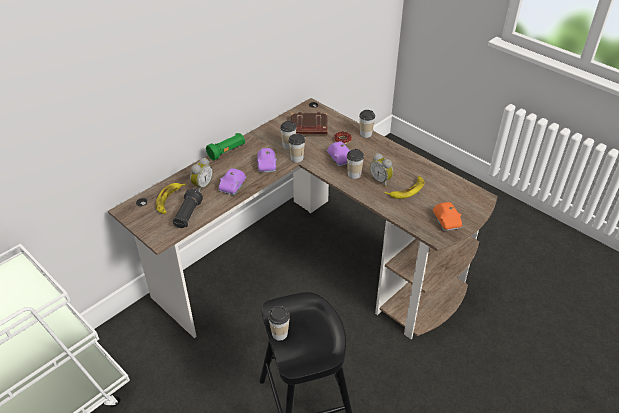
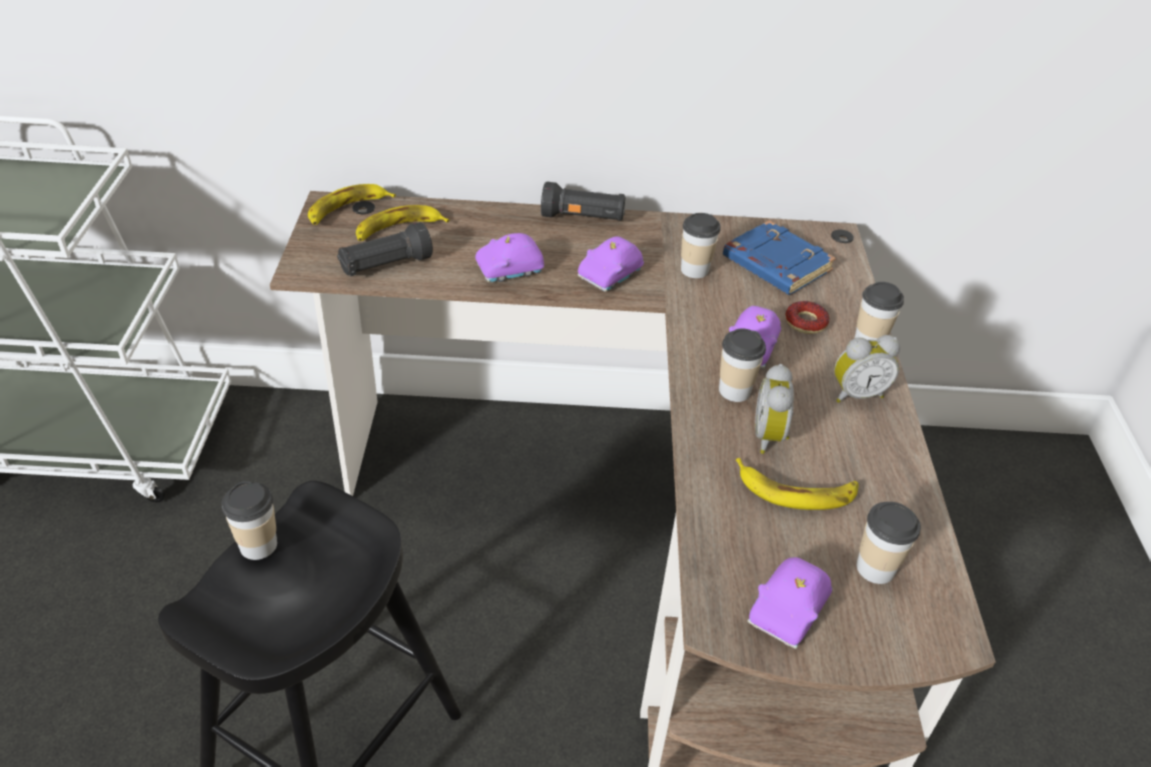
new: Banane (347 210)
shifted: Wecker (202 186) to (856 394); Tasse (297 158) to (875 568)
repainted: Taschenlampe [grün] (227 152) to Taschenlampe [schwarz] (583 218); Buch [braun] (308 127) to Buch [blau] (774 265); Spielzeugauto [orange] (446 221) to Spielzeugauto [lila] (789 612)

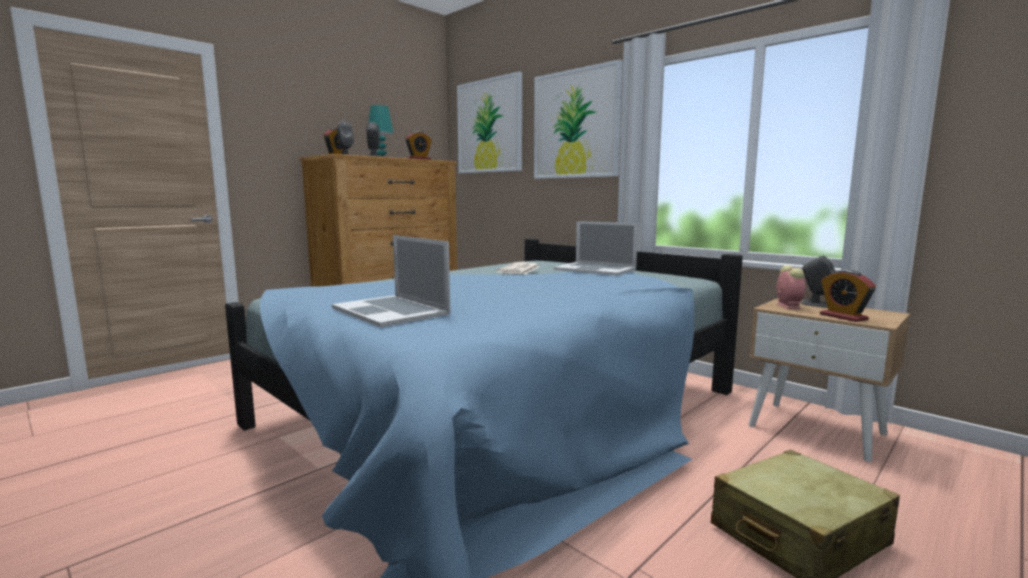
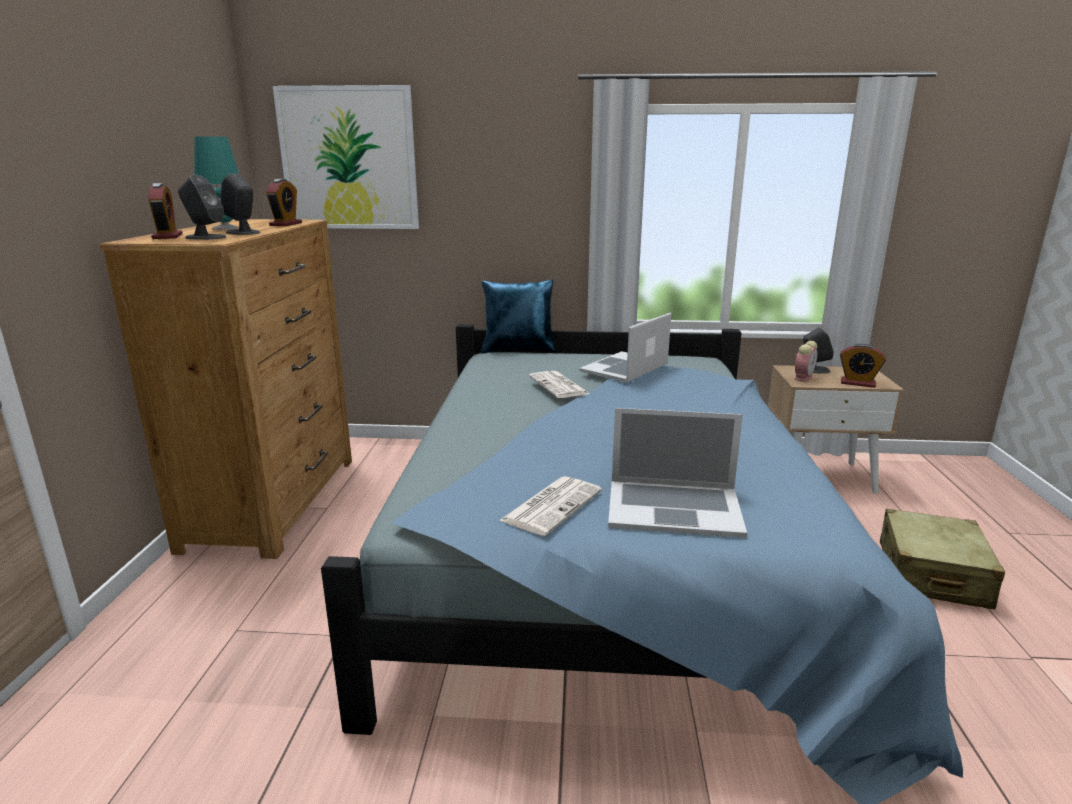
gone: Bild (576 124)
new: Kissen [blau] (519 350); Zeitung (552 505)
rotated: Laptop (595 269) = (625 367) 135 degrees clockwise; Wecker (787 306) = (803 377) 75 degrees clockwise

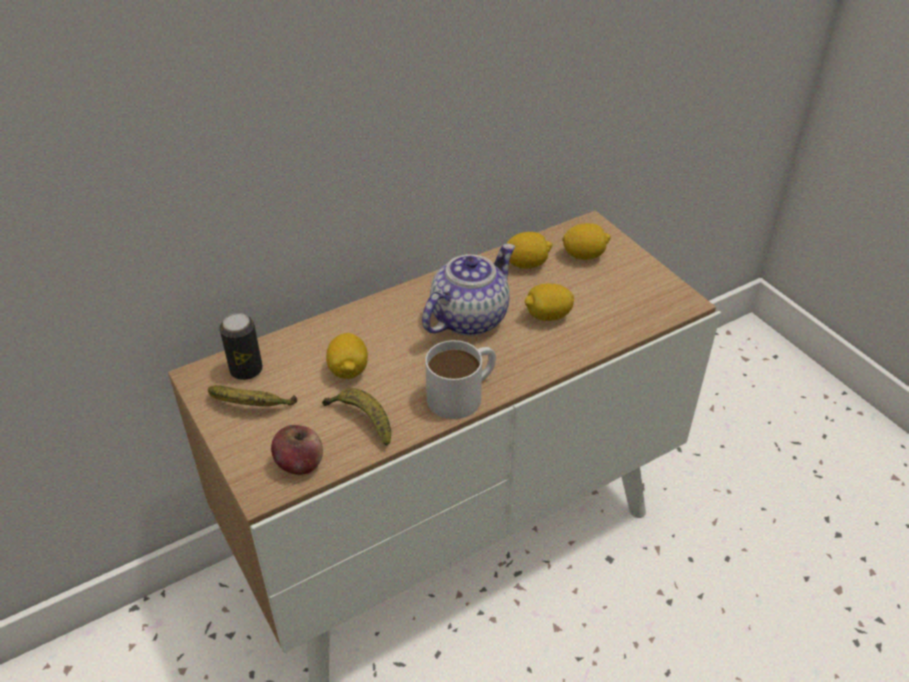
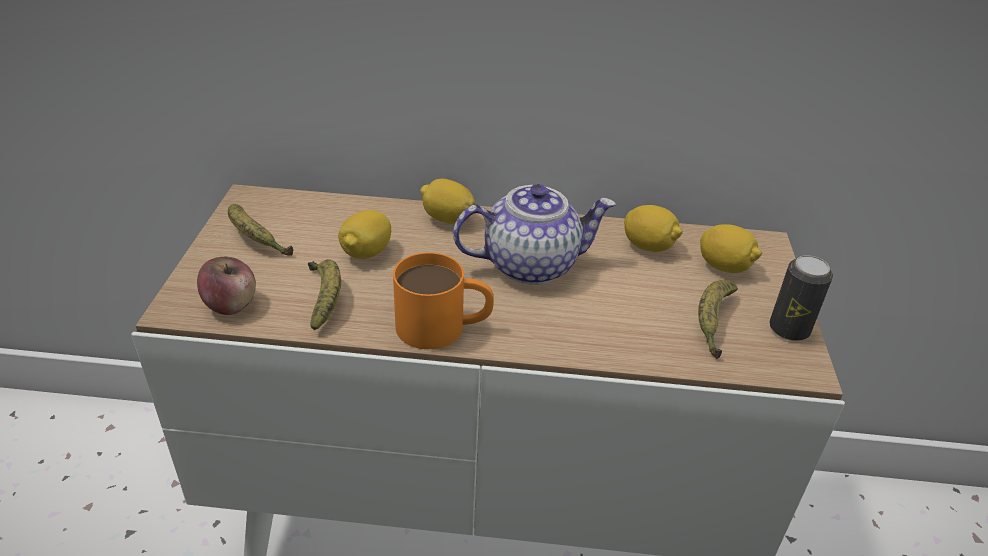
new: Banane (712 323)
shifted: Zitrone (547 316) to (447 219); Dose (246 370) to (789 329)
repainted: Henkelbecher [weiß] (463 393) to Henkelbecher [orange] (444 326)

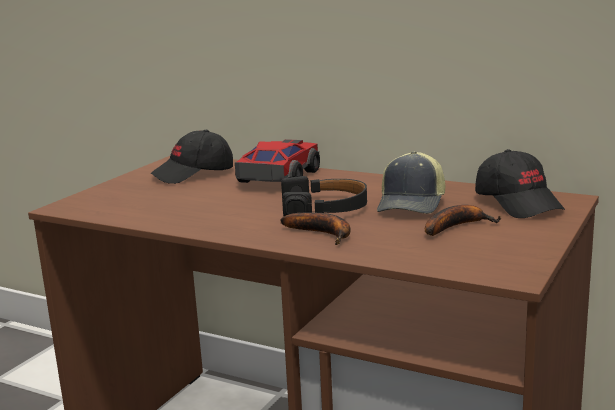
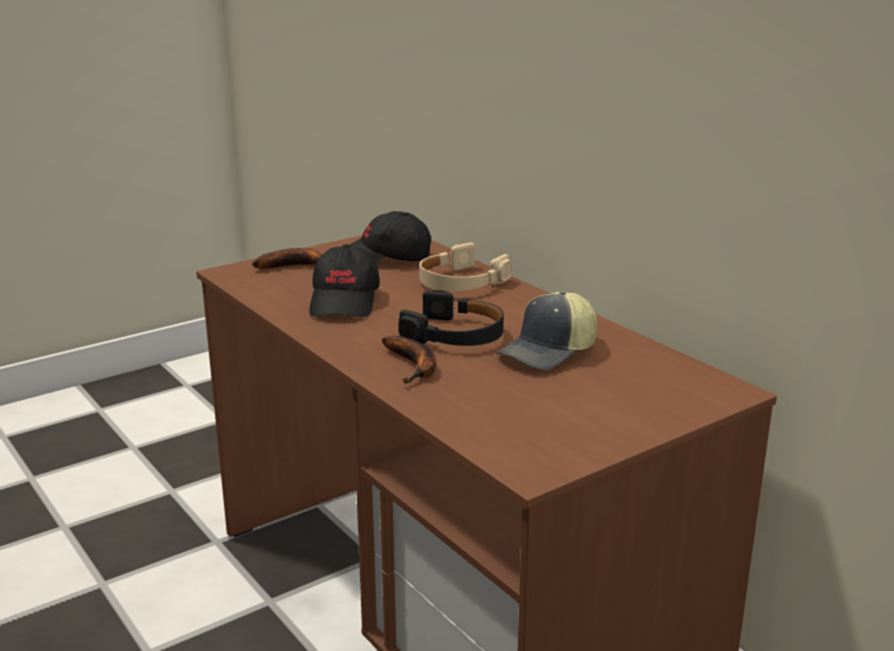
shifted: Banane (456 226) to (295 266); Kappe [schwarz] (519 203) to (345 301)
swapped: Spielzeugauto (278 177) to Kopfhörer [beige] (460 282)

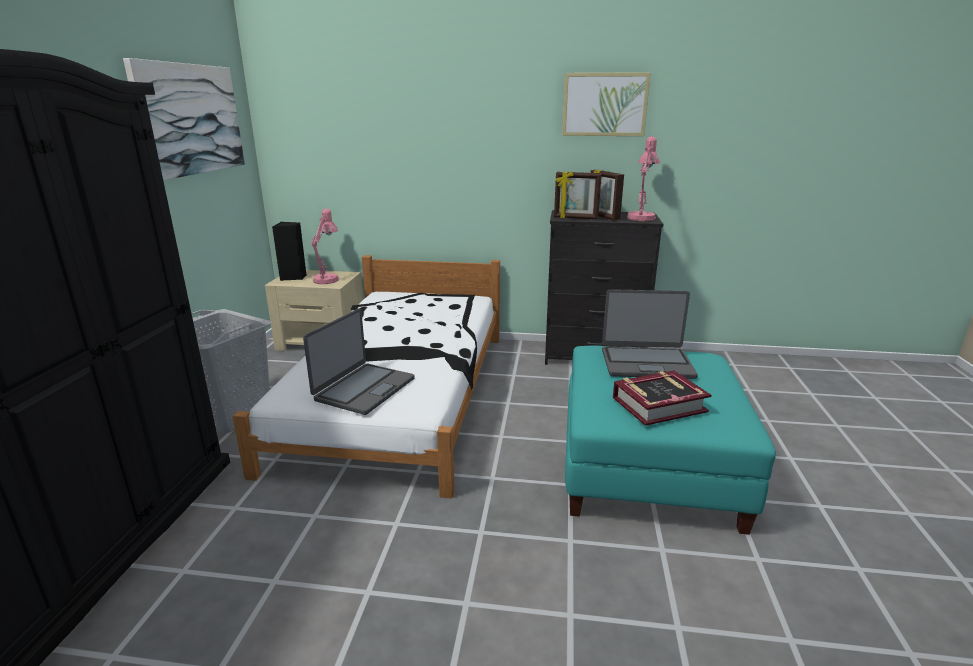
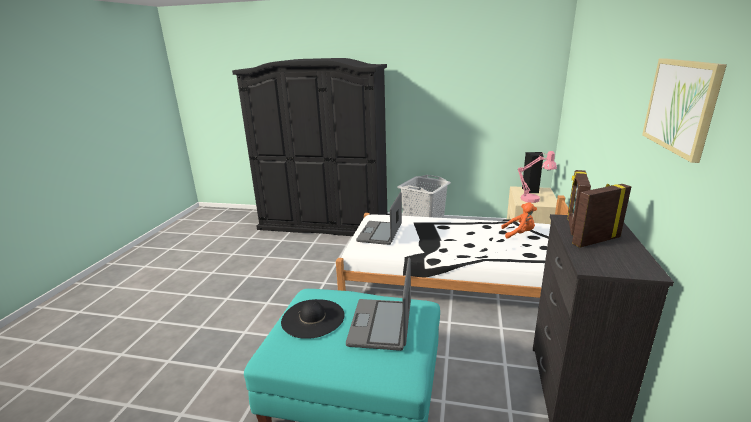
gone: Bild (190 119); Tischlampe [rosa] (641 217)
new: Plüschtier [orange] (519 234)
swapped: Buch (658 404) to Hut [schwarz] (313 318)
rotated: Laptop (364 389) = (380 233) 75 degrees clockwise

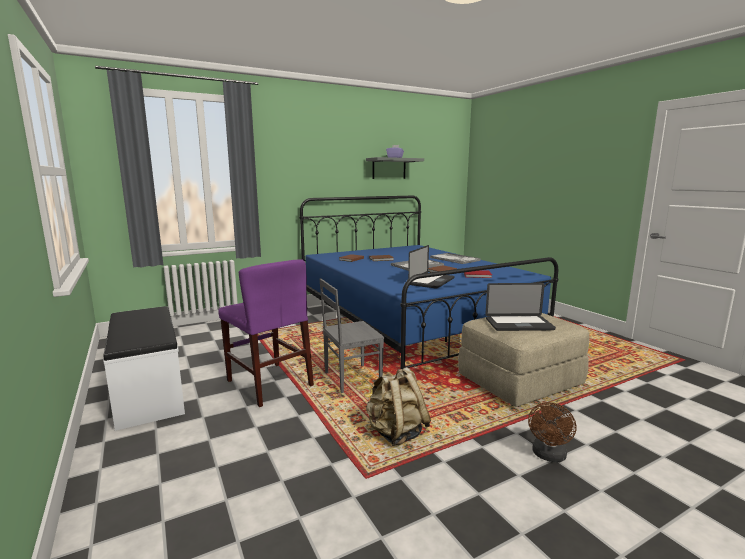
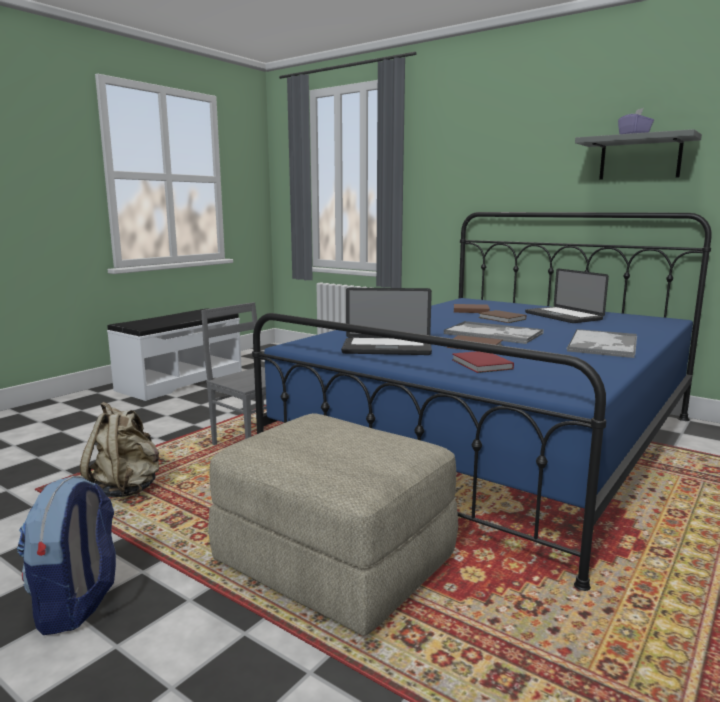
gone: Stuhl [lila] (269 383)
shifted: Laptop (519 324) to (563 316)
swapped: Ventilator [braun] (548 456) to Rucksack (77 604)

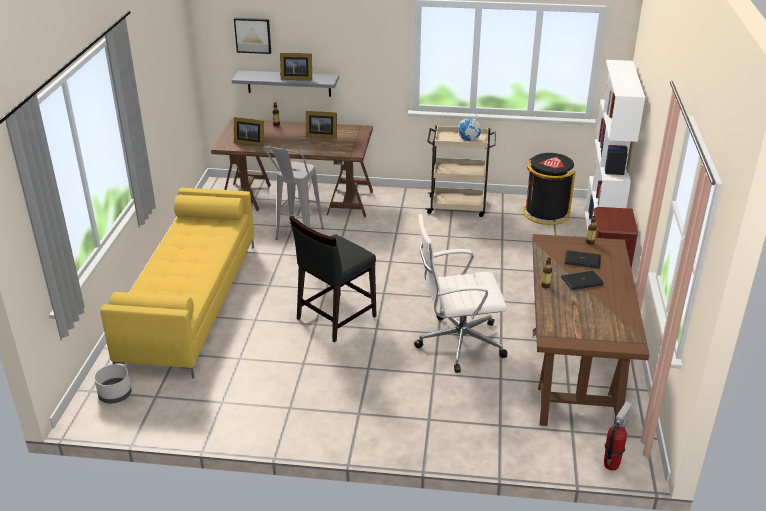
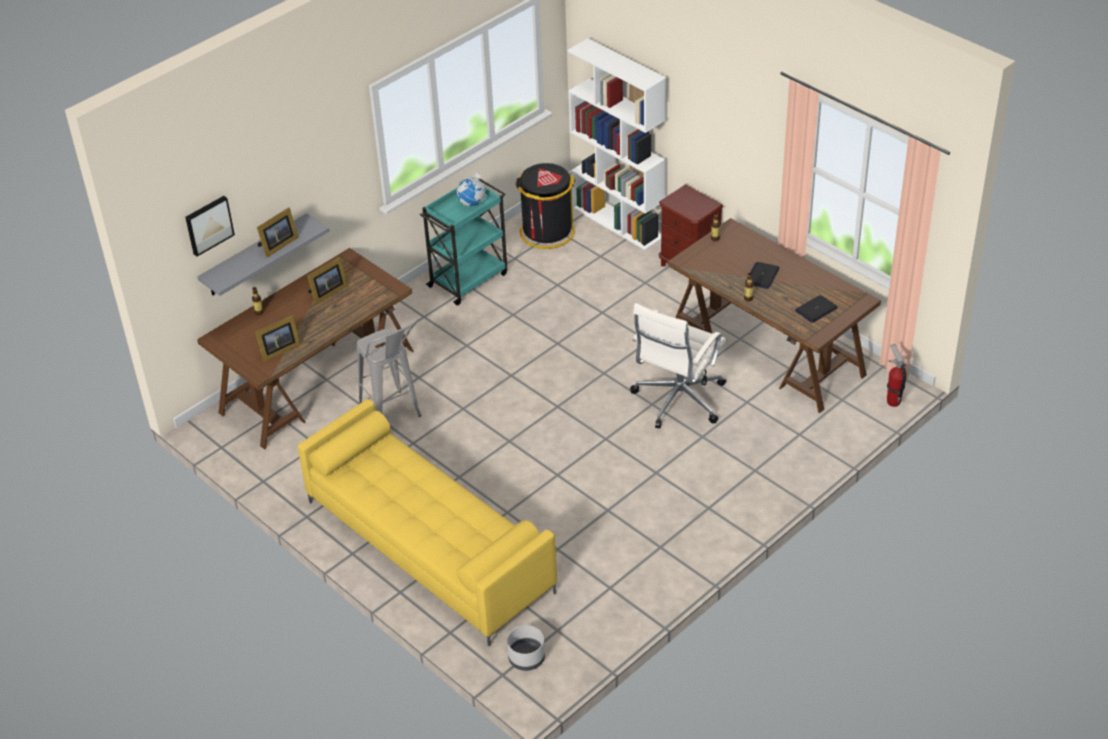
gone: Stuhl [schwarz] (335 317)
shifted: Laptop (582 260) to (816 309)
repainted: Rollwagen [beige] (458 206) to Rollwagen [türkis] (469 279)

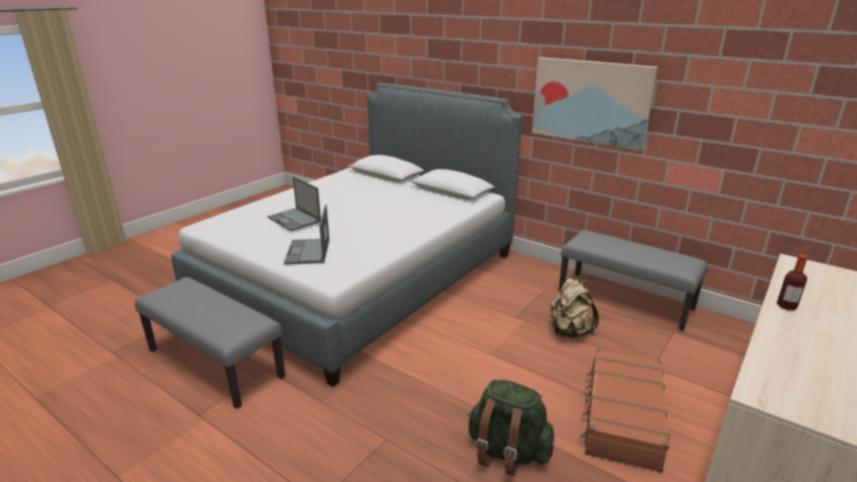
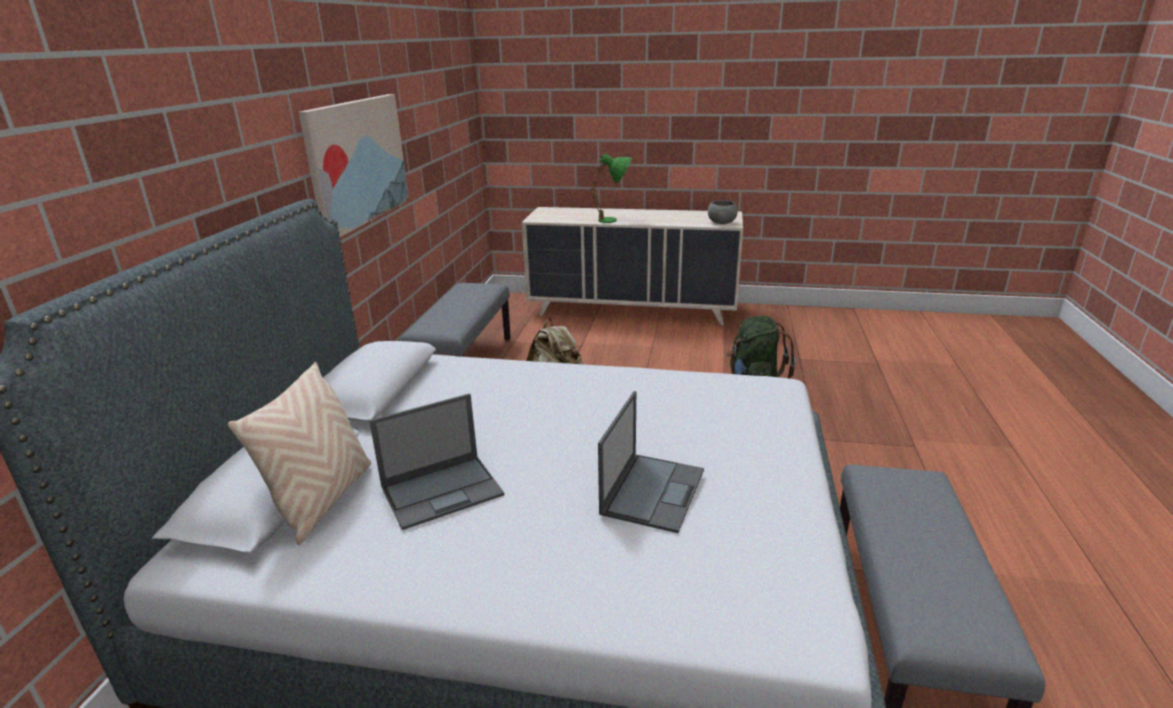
gone: Koffer [braun] (622 417)
new: Kissen [beige] (323 500); Schüssel [grau] (721 223)
shifted: Laptop (308 252) to (443 490)
swapped: Flasche (786 306) to Tischlampe [grün] (614 220)

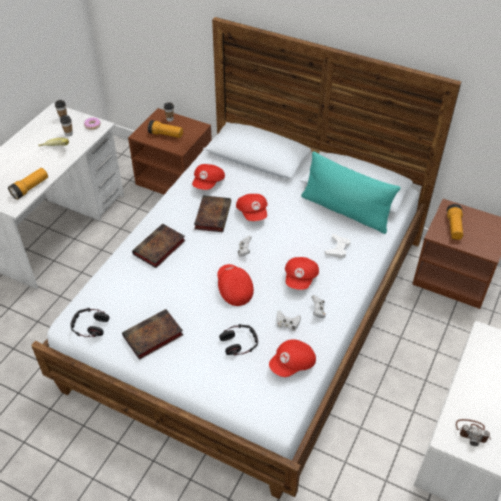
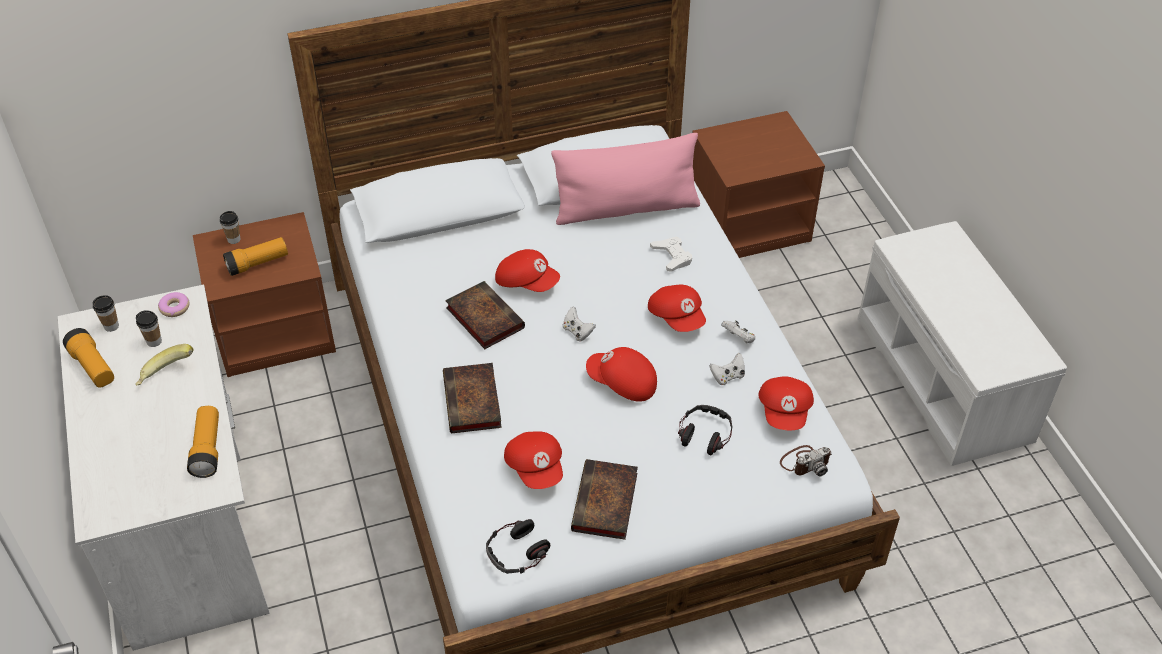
shifted: Taschenlampe (454 227) to (93 367); Kappe [rot] (208 183) to (536 468); Kamera (472 432) to (805 462)
repainted: Kissen [türkis] (345 211) to Kissen [rosa] (626 209)

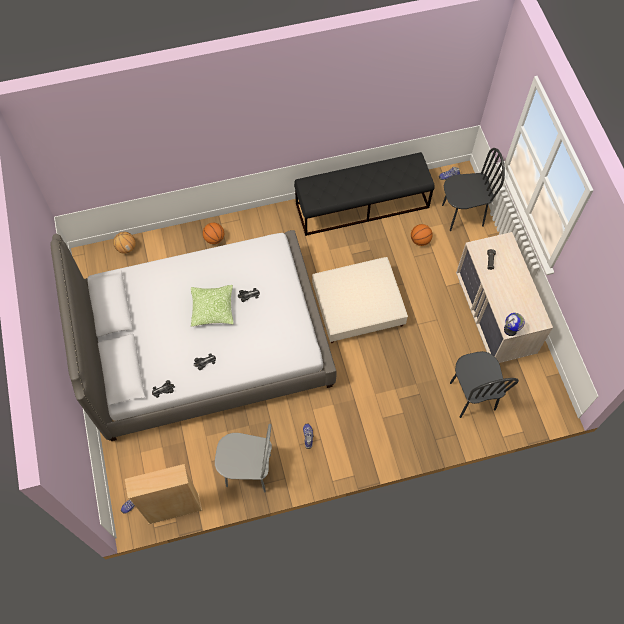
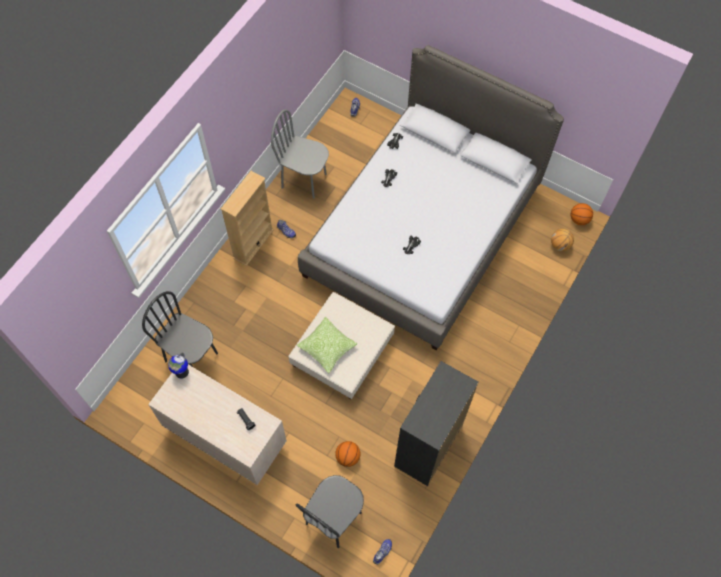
shifted: Bücherregal [beige] (174 509) to (253 244); Kissen (212 309) to (327 347); Basketball (214 239) to (579 219)
swapped: Bank [schwarz] (362 205) to Kommode [schwarz] (427 446)
rotated: Stuhl [grau] (248 471) = (304 180) 60 degrees clockwise

